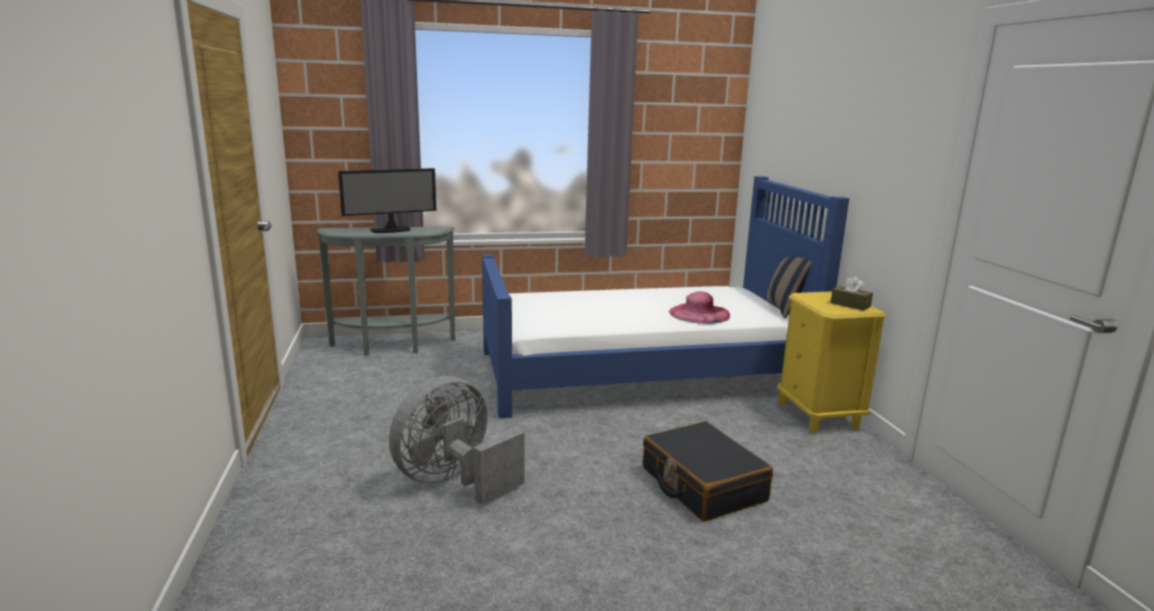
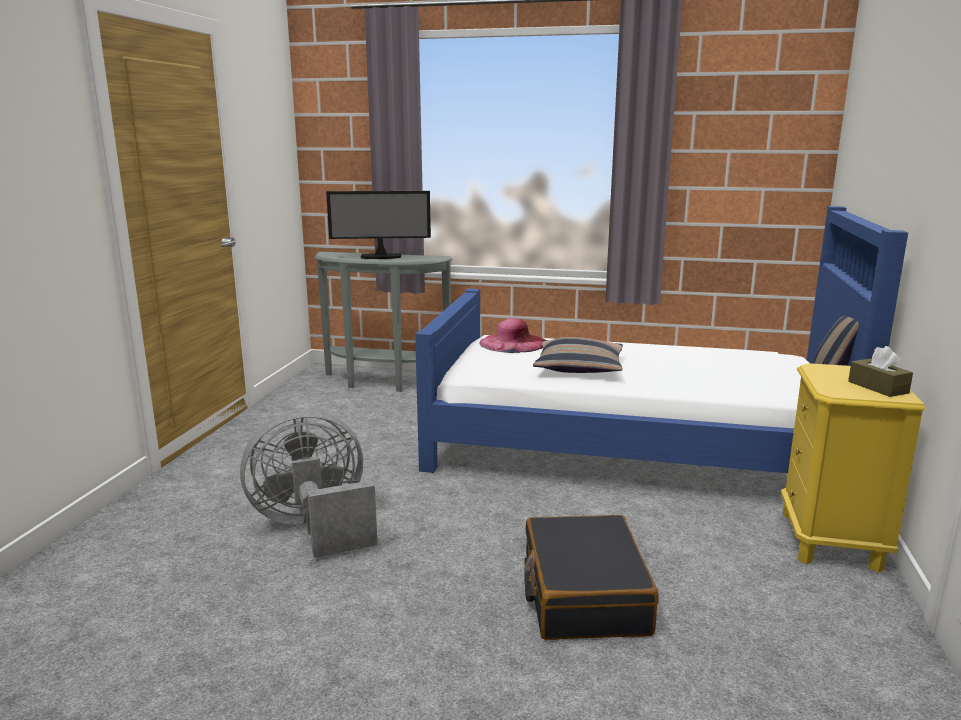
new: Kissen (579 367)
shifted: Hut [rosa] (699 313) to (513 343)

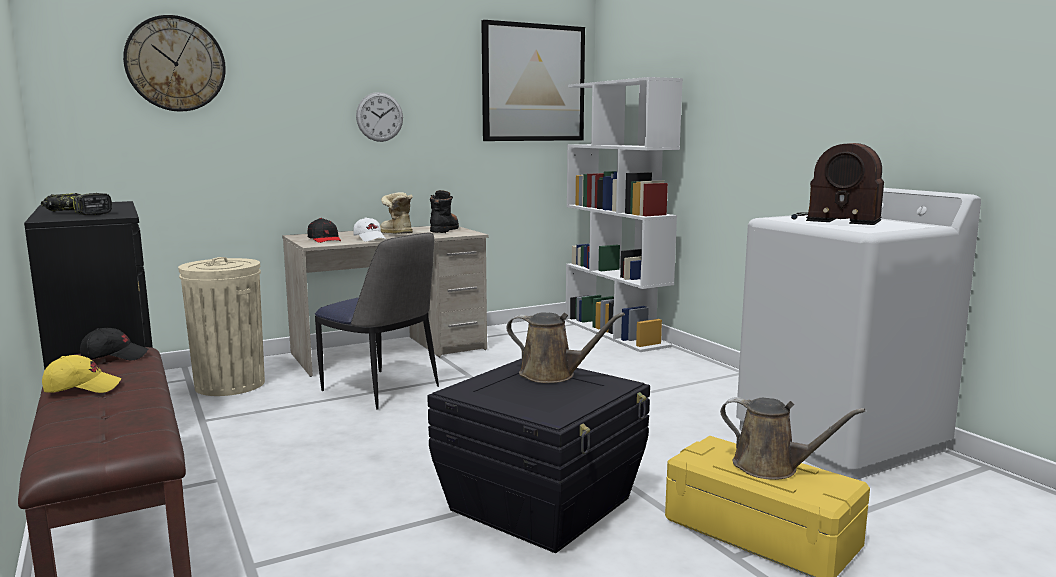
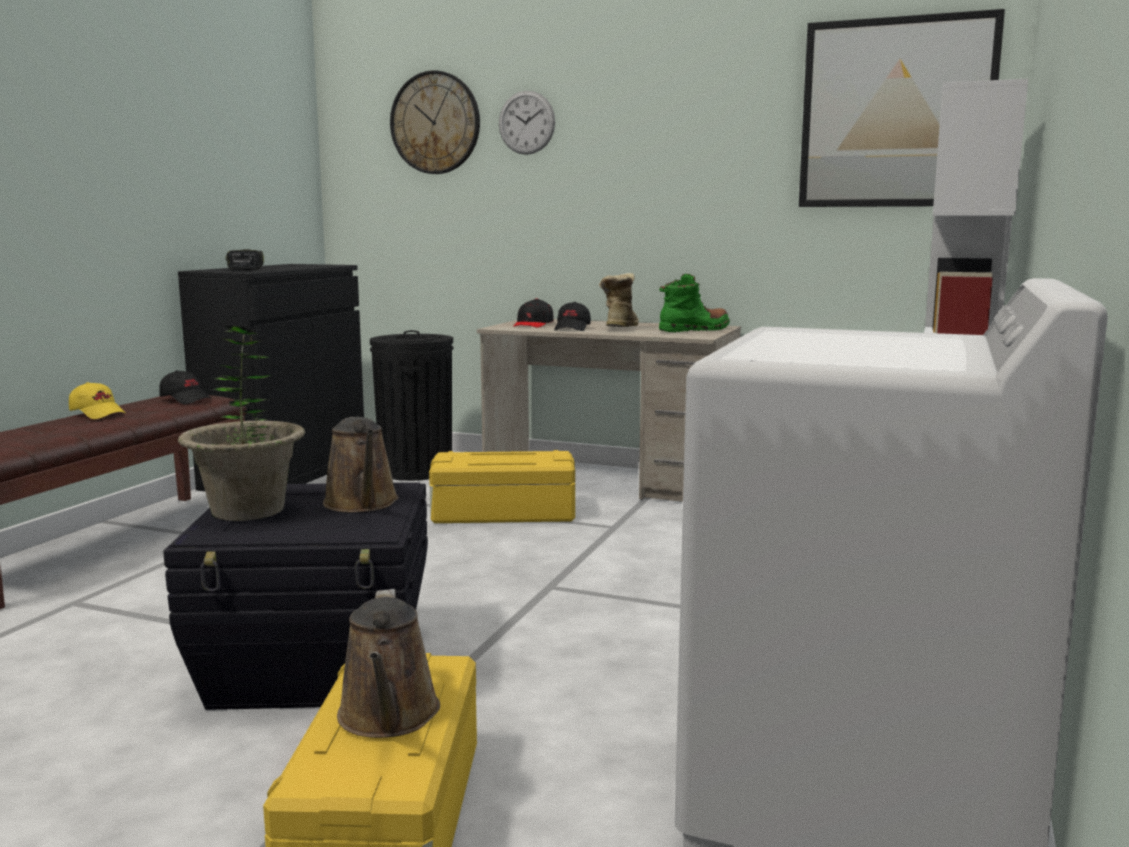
gone: Radio (834 220)
new: Topfpflanze (248 510)
shifted: Wanduhr (379 117) to (526 122)
swapped: Stuhl (382 390) to Aufbewahrungsbox [gelb] (502 513)
repainted: Mülleimer [beige] (230 384) to Mülleimer [schwarz] (415 471); Kappe [weiß] (370 238) to Kappe [schwarz] (572 329); Stiefel [schwarz] (444 230) to Stiefel [grün] (694 330)

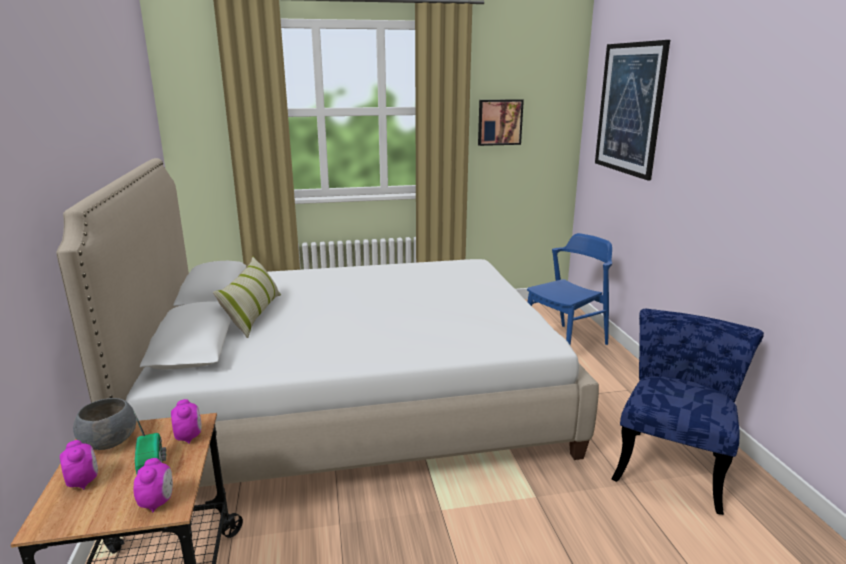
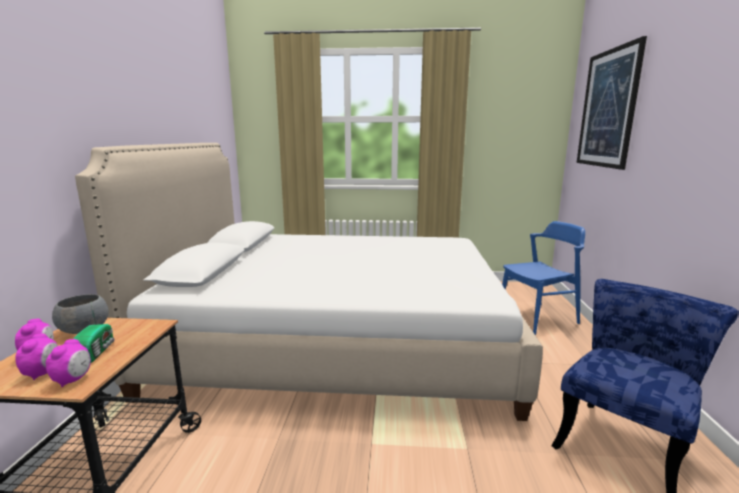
gone: Kissen (253 314); Bild (499 122)
shifted: Wecker (189 437) to (43 373)

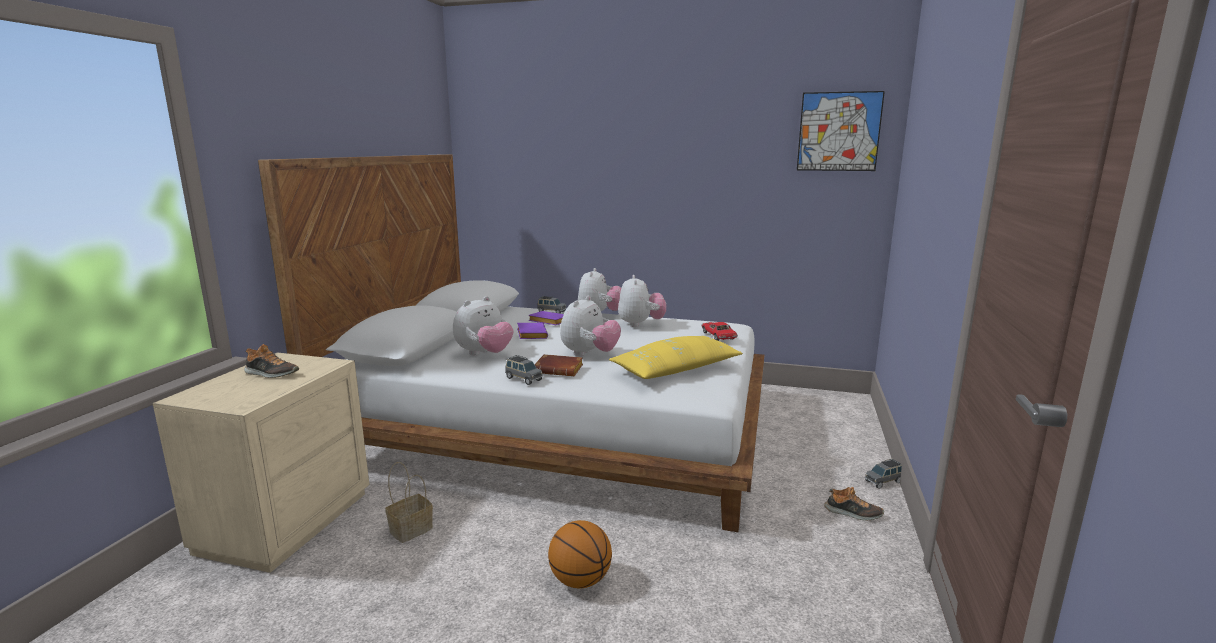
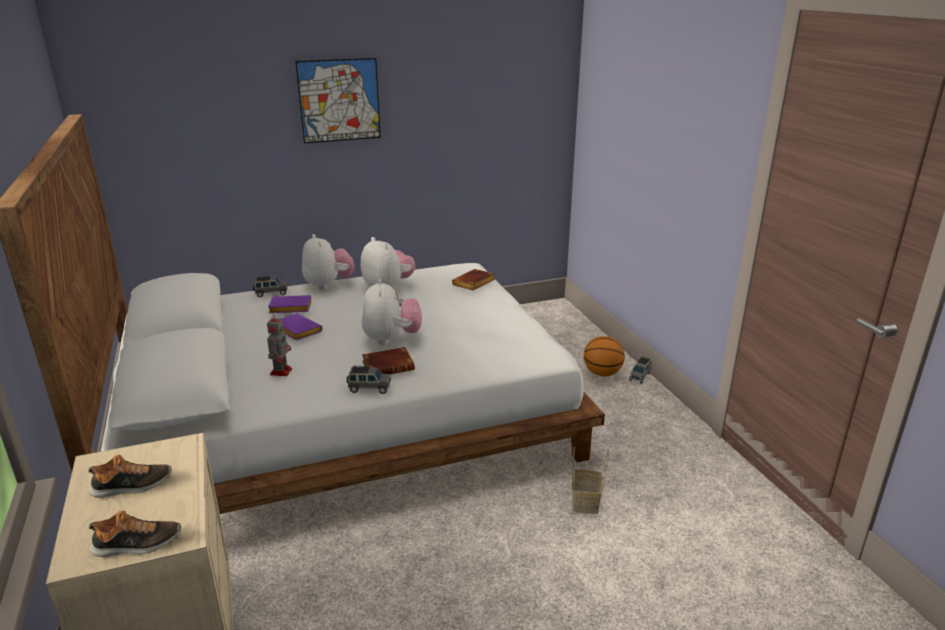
gone: Kissen [gelb] (676 370)
shifted: Schuh (853 513) to (137 544); Bild (839 131) to (339 100); Korb (410 530) to (586 502); Basketball (580 580) to (602 373)
swapped: Plüschtier (484 354) to Spielzeugroboter (281 371); Spielzeugauto (717 336) to Buch [braun] (474 284)

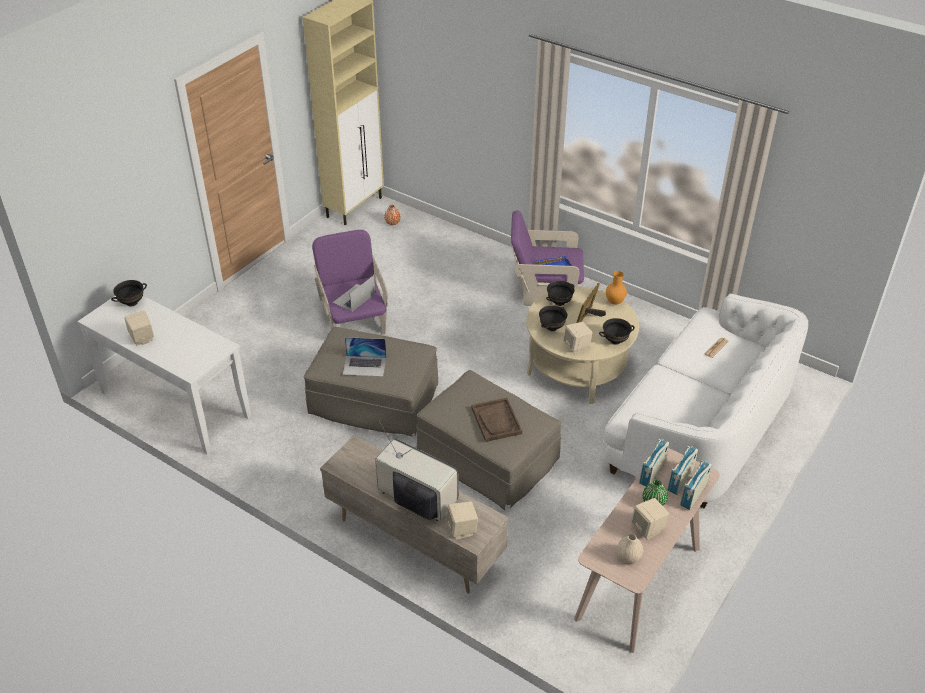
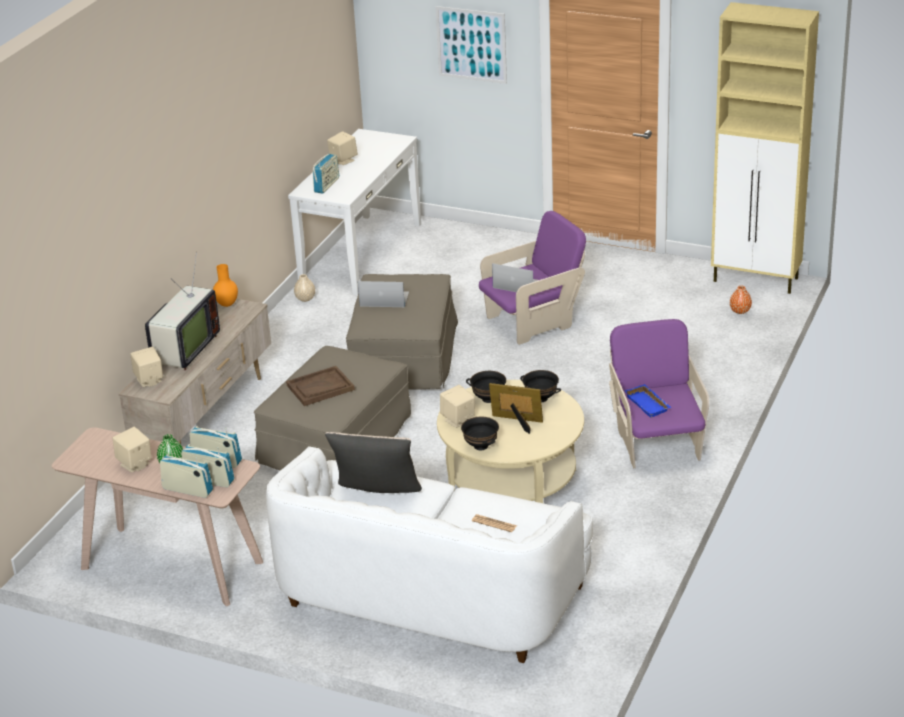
gone: Schüssel [schwarz] (132 302)
new: Radio (326 185); Kissen [beige] (377 494); Bild (471 44)
shifted: Vase [orange] (614 302) to (226 304); Vase [beige] (628 557) to (305 298)
rotated: Laptop (365 366) = (384 299) 105 degrees clockwise

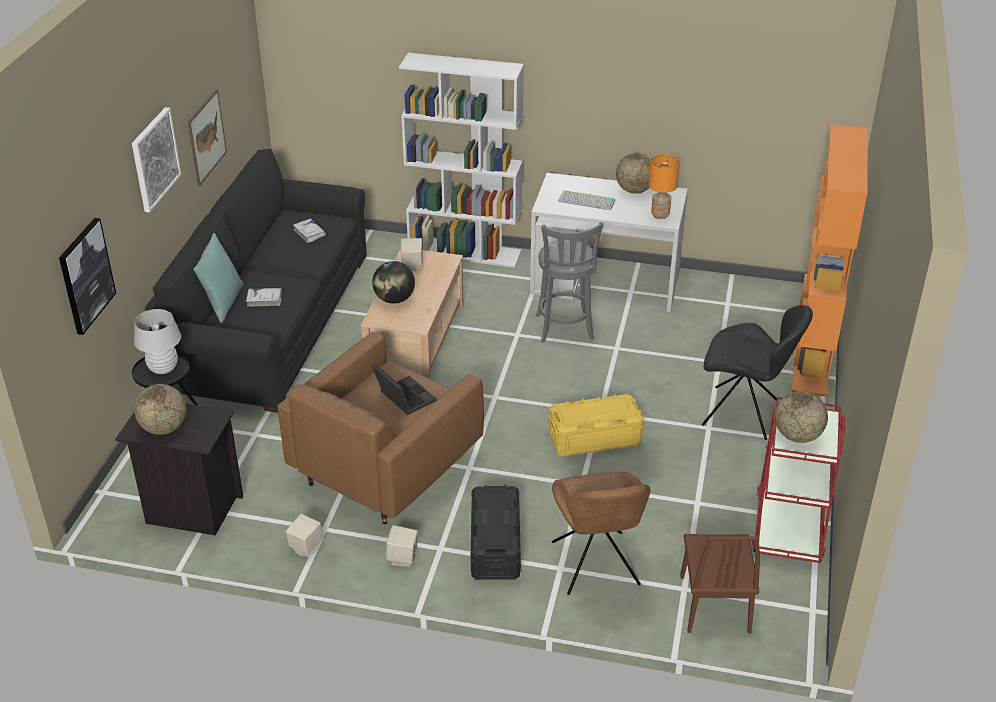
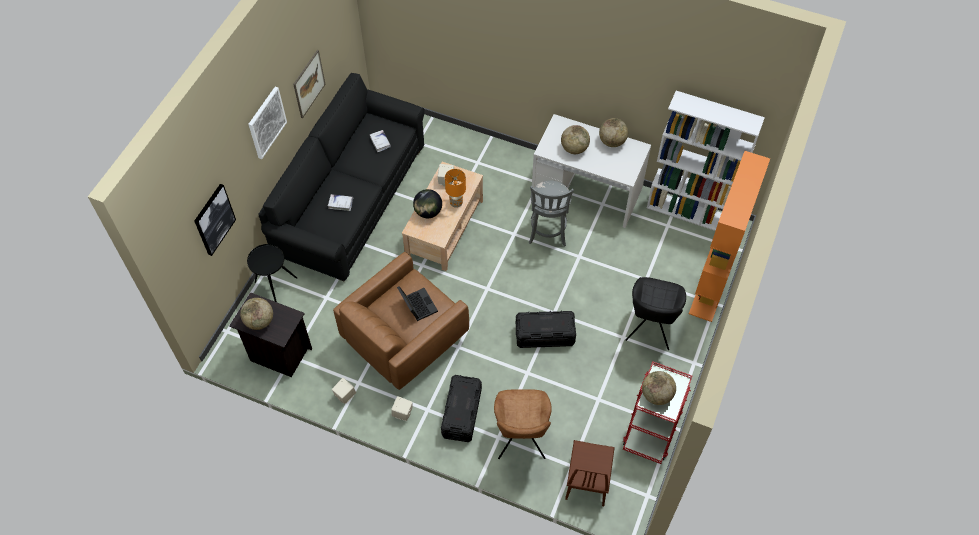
gone: Tischlampe [weiß] (163 369); Kissen [türkis] (223 303)
shifted: Tischlampe [orange] (660 215) to (456 203); Bücherregal [weiß] (465 252) to (689 212)
swapped: Tastatur (585 201) to Globus (574 148)
repainted: Aufbewahrungsbox [gelb] (594 438) to Aufbewahrungsbox [schwarz] (544 335)
rotated: Stuhl [schwarz] (744 414) = (650 329) 75 degrees clockwise

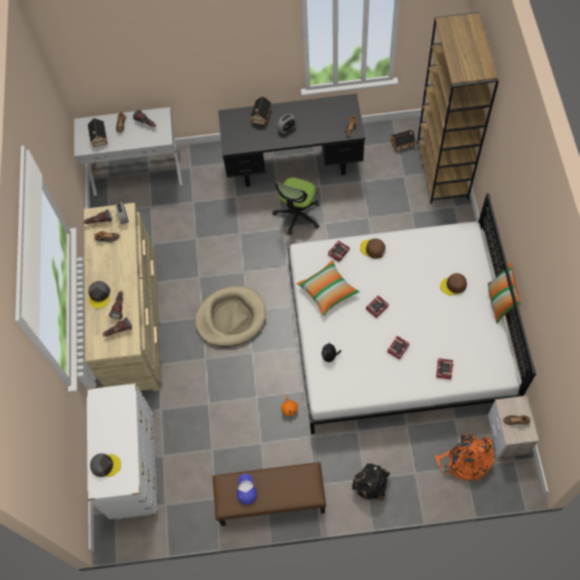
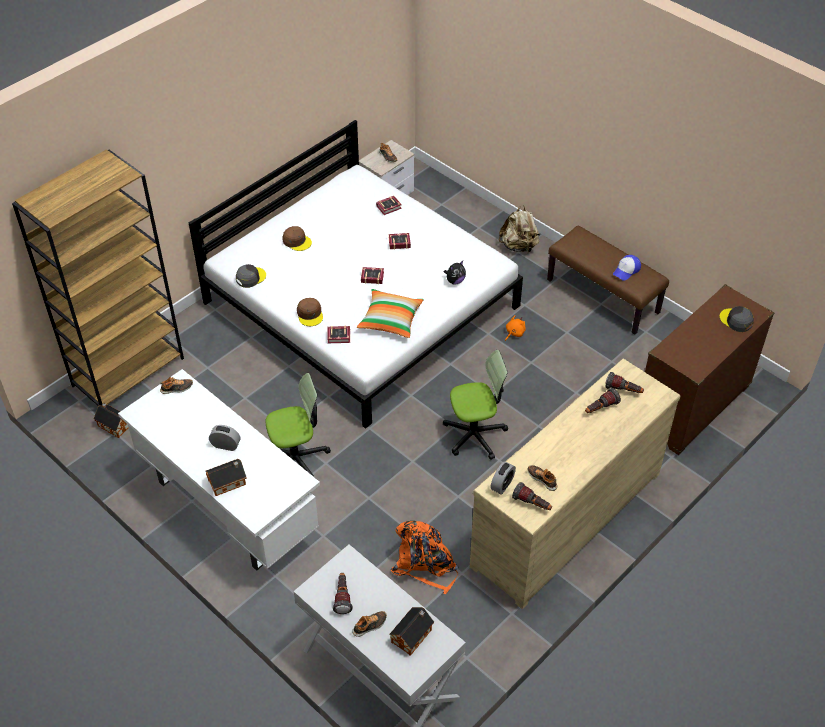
gone: Kissen (499 302)
shifted: Kappe [grau] (99 295) to (250 277); Rucksack [orange] (465 460) to (425 564)
swapped: Hundebett [beige] (231 318) to Bürostuhl (474 435)
repainted: Schreibtisch [schwarz] (294 164) to Schreibtisch [weiß] (227 508); Rucksack [schwarz] (371 485) to Rucksack [beige] (519 246); Kommode [weiß] (133 465) to Kommode [braun] (692 406)

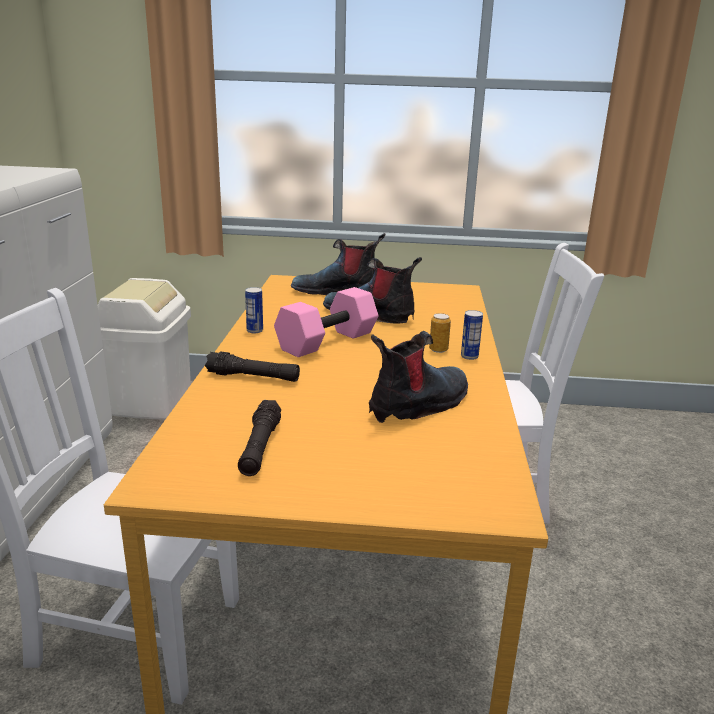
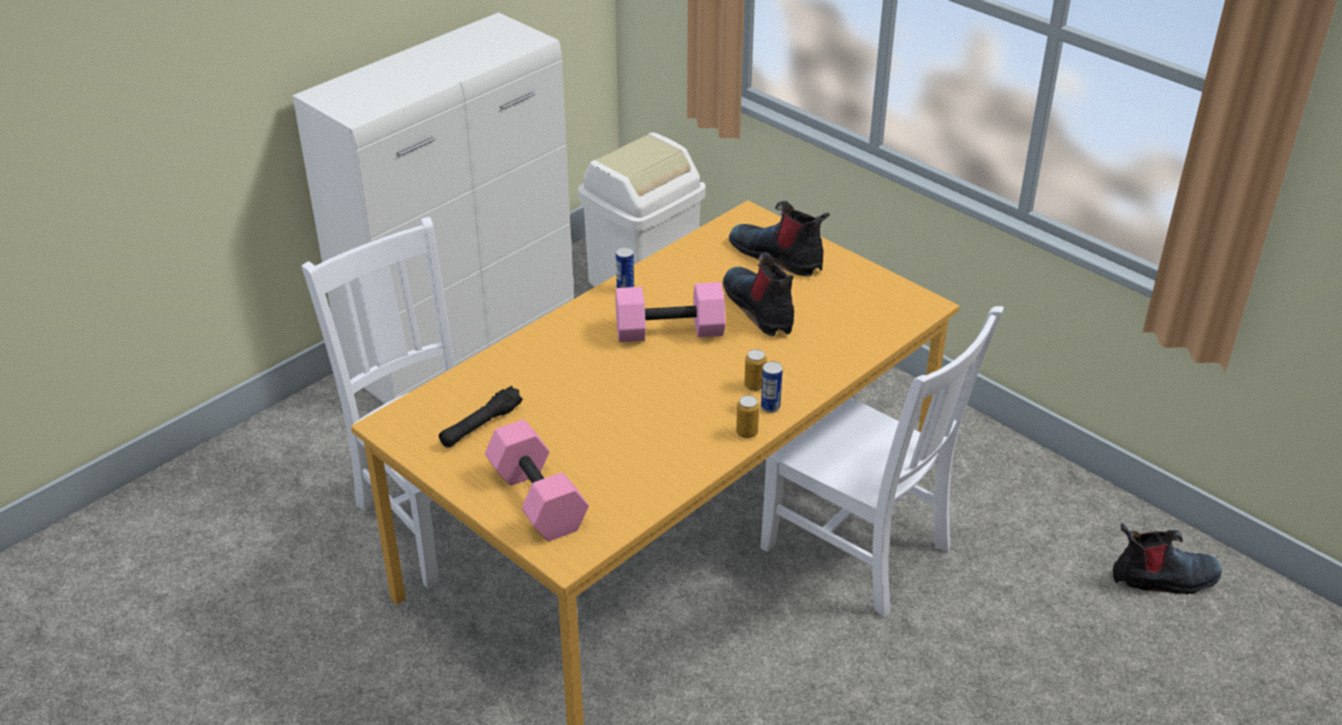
gone: Taschenlampe [schwarz] (253 377)
new: Hantel [rosa] (535 499); Dose (747 433)
shifted: Stiefel (420 405) to (1163 579)

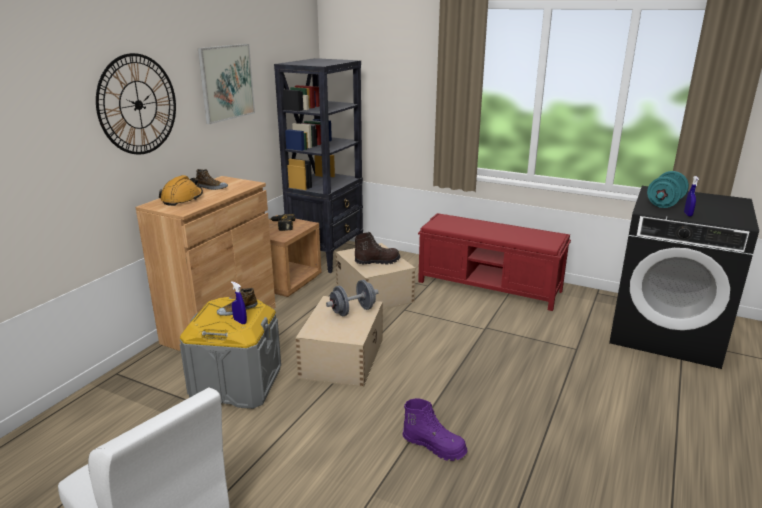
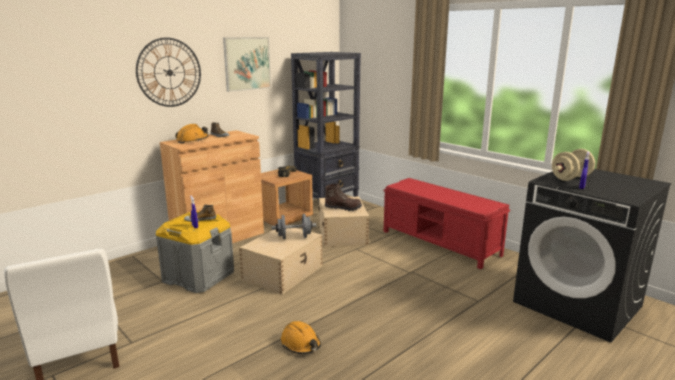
swapped: Stiefel [lila] (434 446) to Schutzhelm [orange] (300 344)
repainted: Hantel [türkis] (665 203) to Hantel [beige] (571 178)

